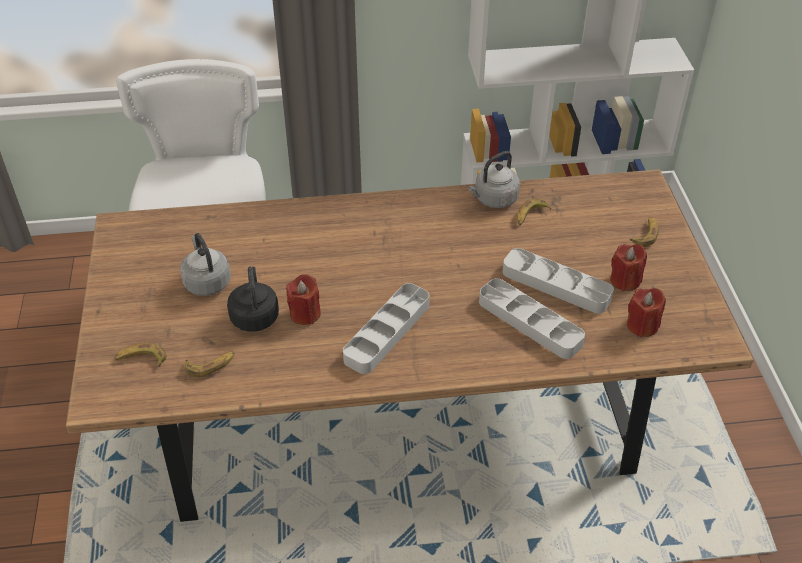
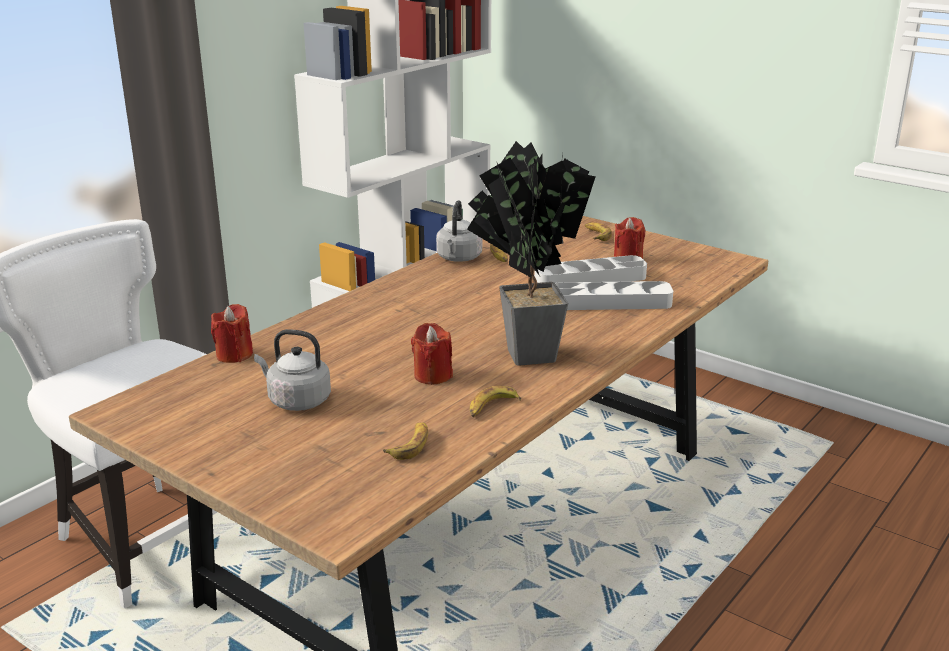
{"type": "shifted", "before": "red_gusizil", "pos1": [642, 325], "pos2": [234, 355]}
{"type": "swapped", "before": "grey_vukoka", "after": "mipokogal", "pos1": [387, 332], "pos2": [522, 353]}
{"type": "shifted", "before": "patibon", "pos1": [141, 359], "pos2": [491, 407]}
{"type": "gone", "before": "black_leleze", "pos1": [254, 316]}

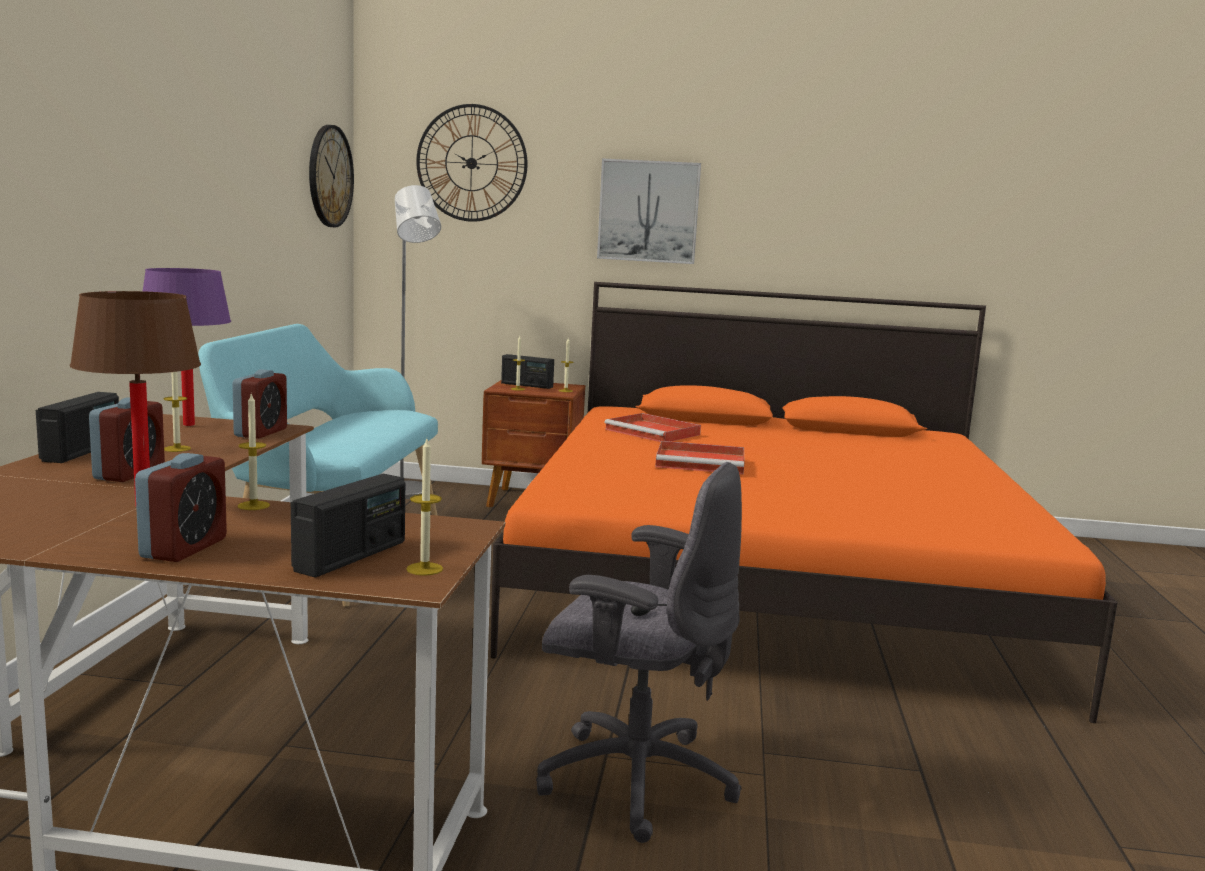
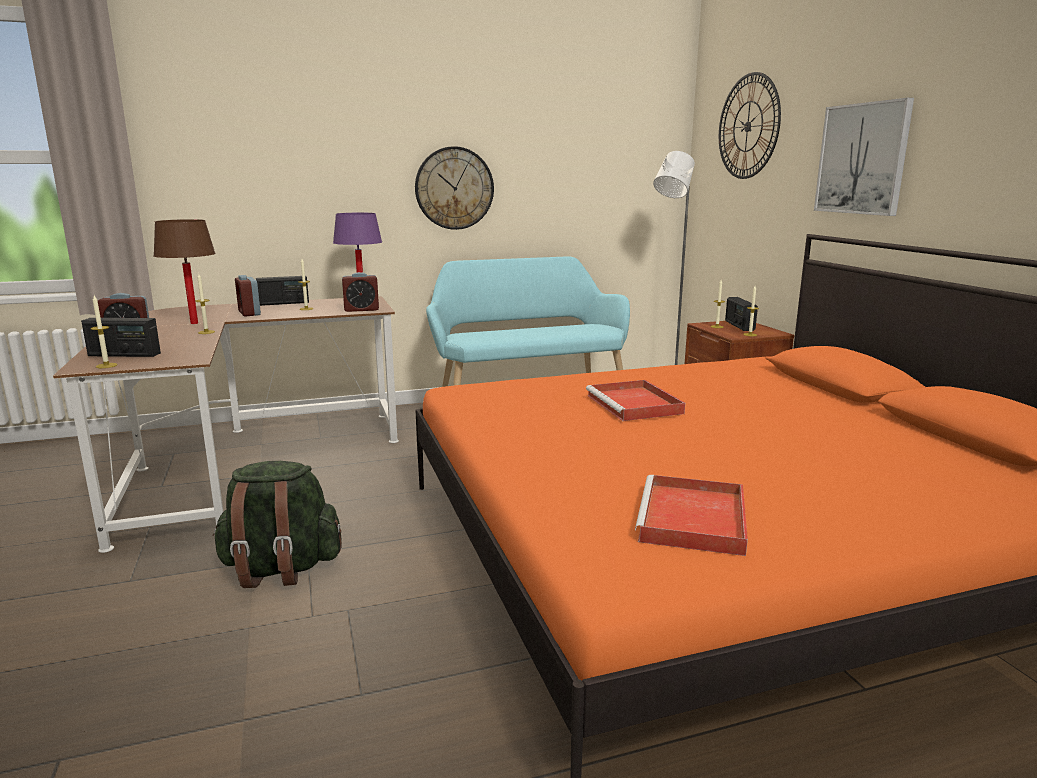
{"type": "swapped", "before": "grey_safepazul", "after": "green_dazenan", "pos1": [634, 779], "pos2": [281, 569]}
{"type": "rotated", "before": "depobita", "pos1": [129, 473], "pos2": [249, 313], "turn": 75}
{"type": "shifted", "before": "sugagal", "pos1": [329, 176], "pos2": [454, 188]}
{"type": "shifted", "before": "red_vukoka", "pos1": [654, 432], "pos2": [693, 520]}

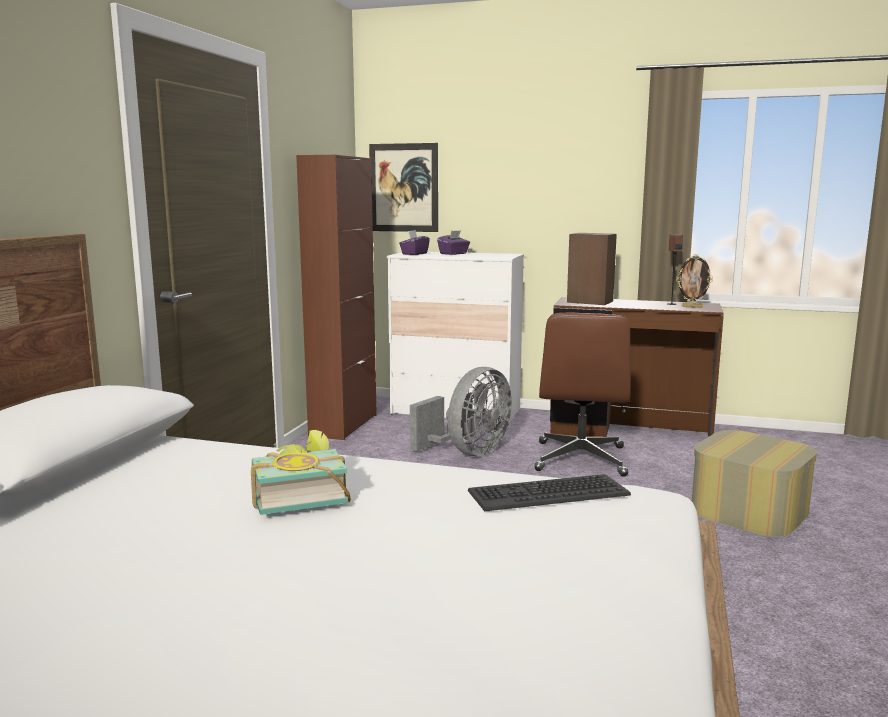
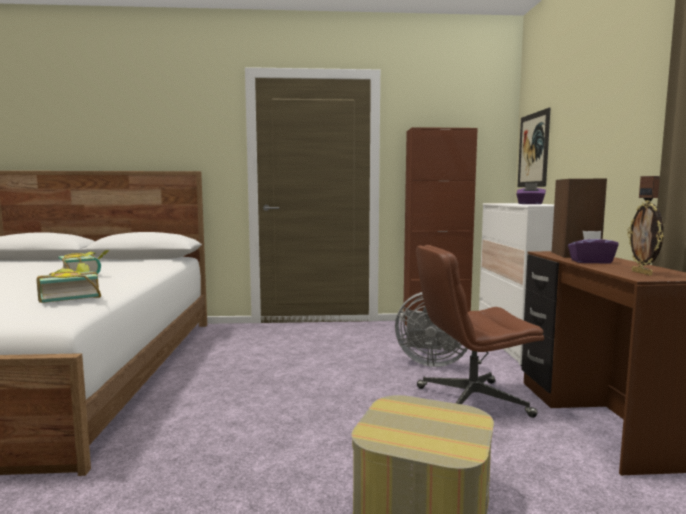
{"type": "swapped", "before": "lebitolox", "after": "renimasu", "pos1": [548, 493], "pos2": [69, 298]}
{"type": "shifted", "before": "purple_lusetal", "pos1": [414, 254], "pos2": [590, 262]}

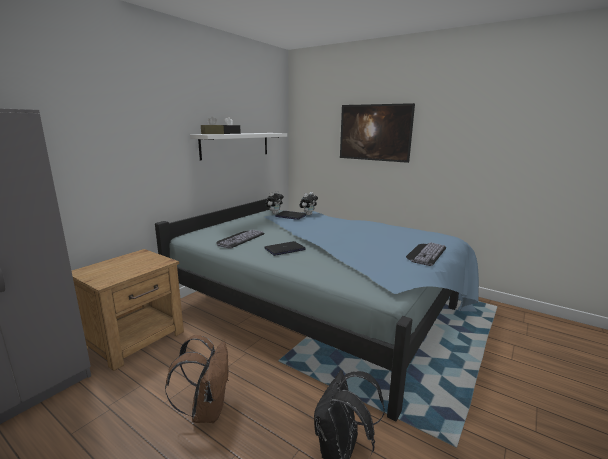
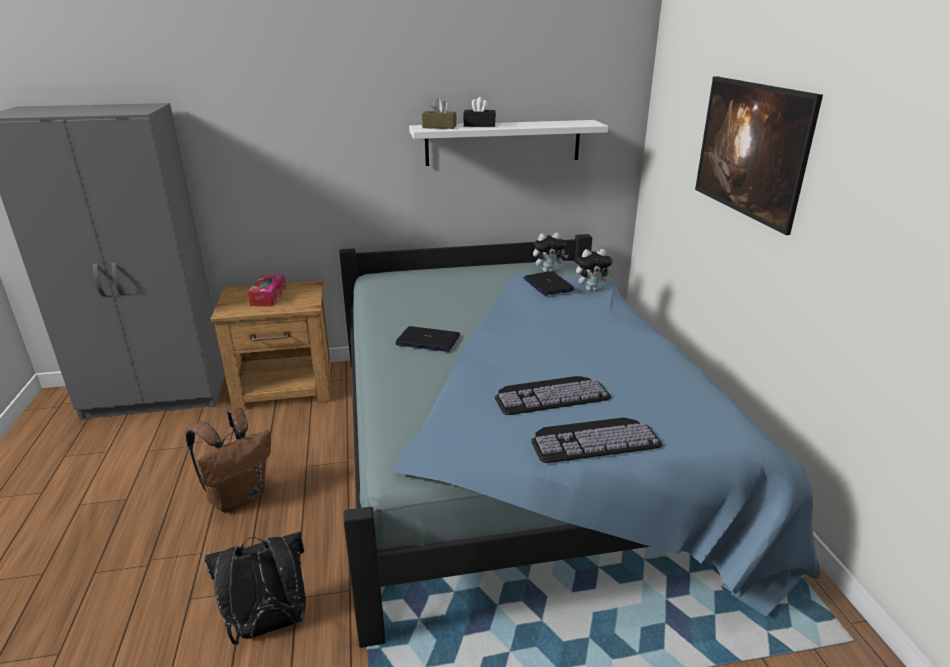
{"type": "new", "after": "lusetal", "pos2": [268, 297]}
{"type": "shifted", "before": "lebitolox", "pos1": [239, 238], "pos2": [551, 394]}

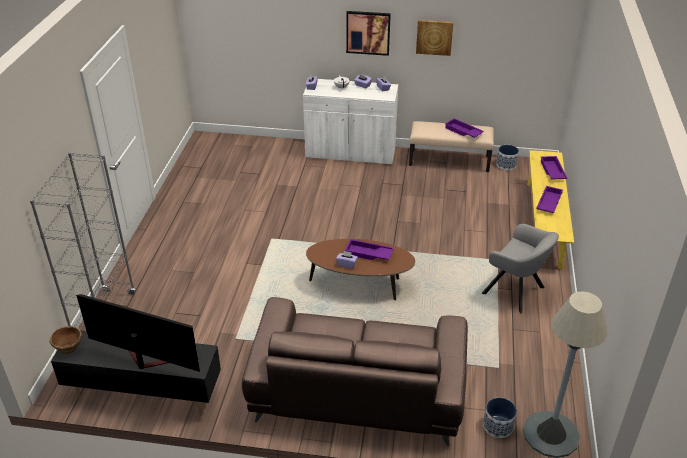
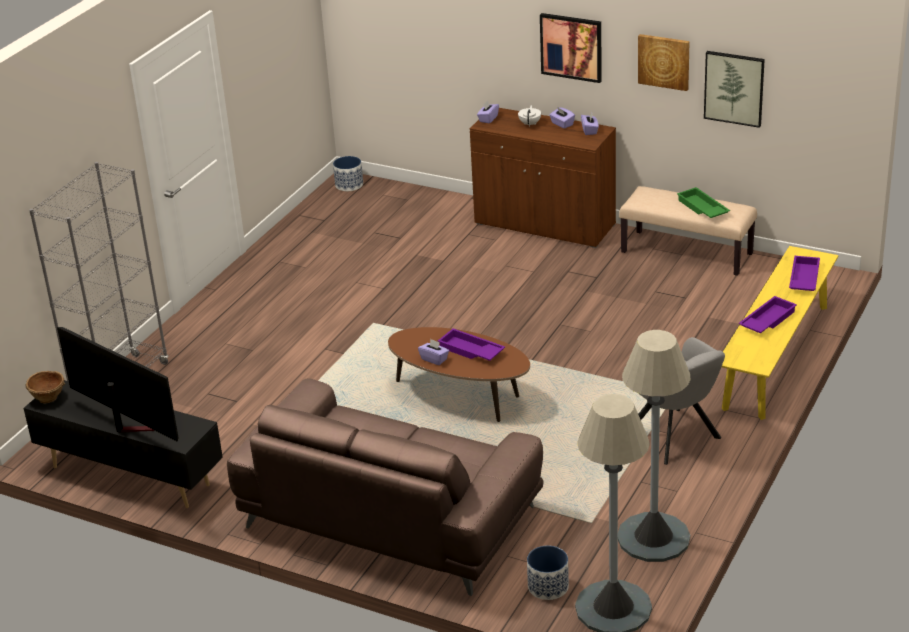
{"type": "shifted", "before": "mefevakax", "pos1": [506, 165], "pos2": [349, 185]}
{"type": "repainted", "before": "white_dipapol", "after": "brown_dipapol", "pos1": [350, 153], "pos2": [544, 225]}
{"type": "new", "after": "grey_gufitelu", "pos2": [653, 538]}
{"type": "repainted", "before": "purple_vukoka", "after": "green_vukoka", "pos1": [463, 131], "pos2": [701, 208]}
{"type": "new", "after": "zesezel", "pos2": [734, 88]}

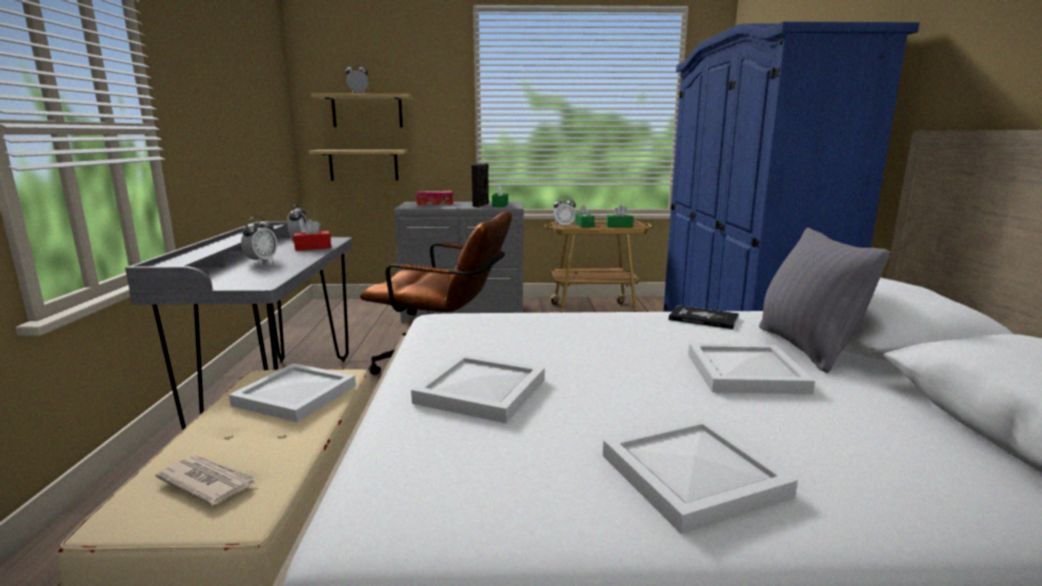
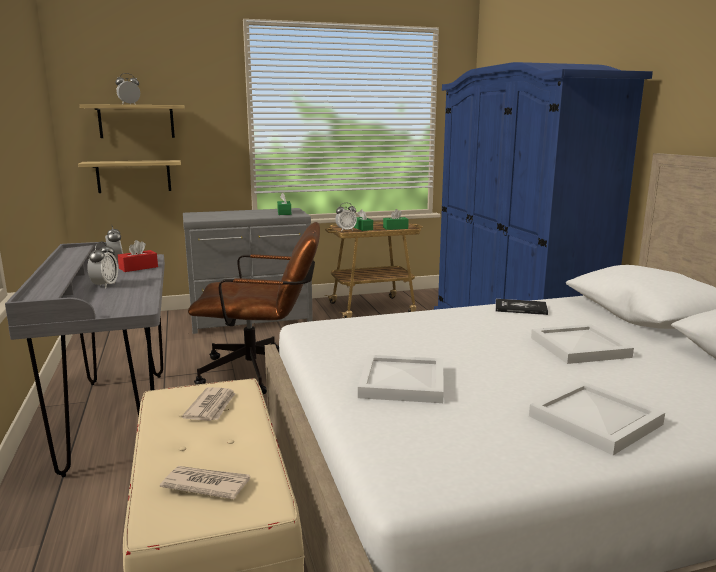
{"type": "swapped", "before": "white_vukoka", "after": "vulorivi", "pos1": [295, 394], "pos2": [212, 407]}
{"type": "gone", "before": "lusetal", "pos1": [435, 203]}
{"type": "gone", "before": "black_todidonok", "pos1": [481, 205]}
{"type": "gone", "before": "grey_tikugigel", "pos1": [806, 348]}

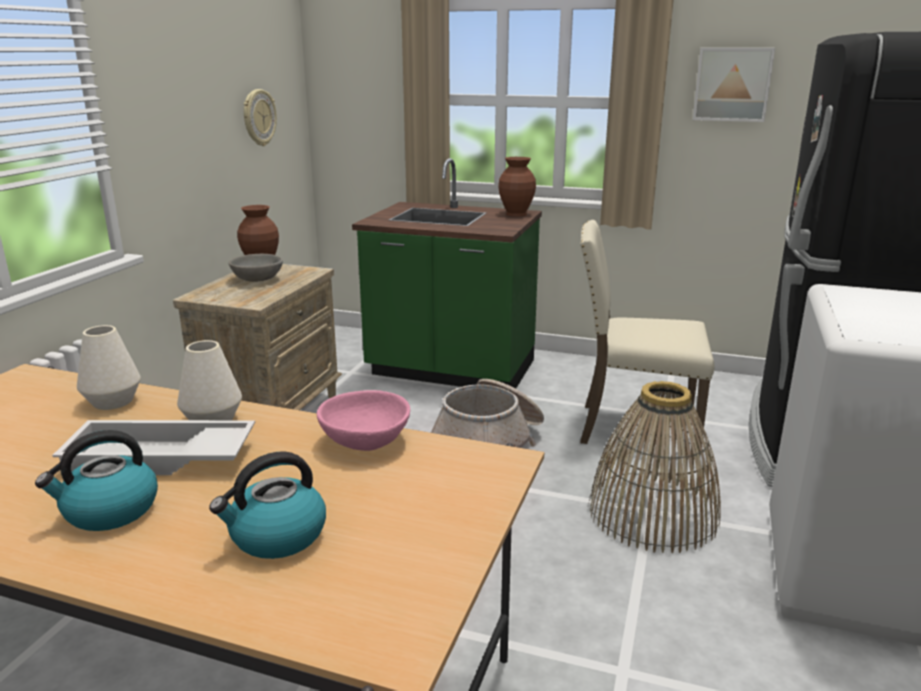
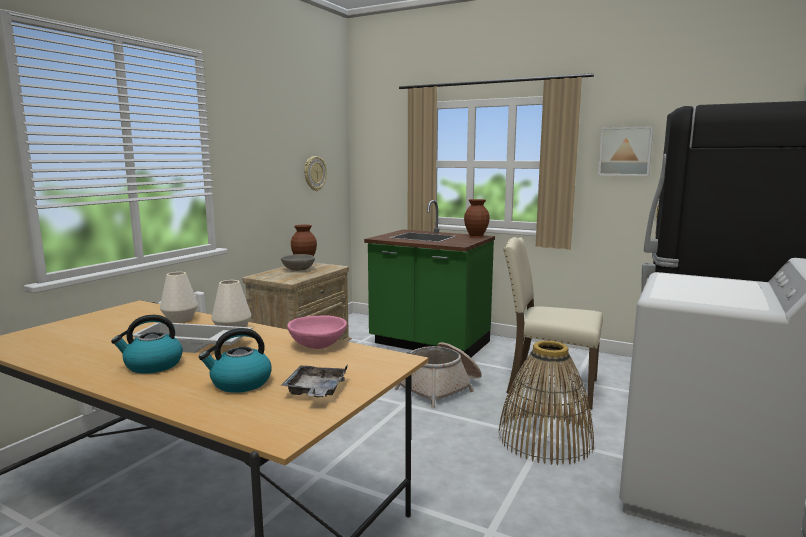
{"type": "new", "after": "grey_vukoka", "pos2": [315, 391]}

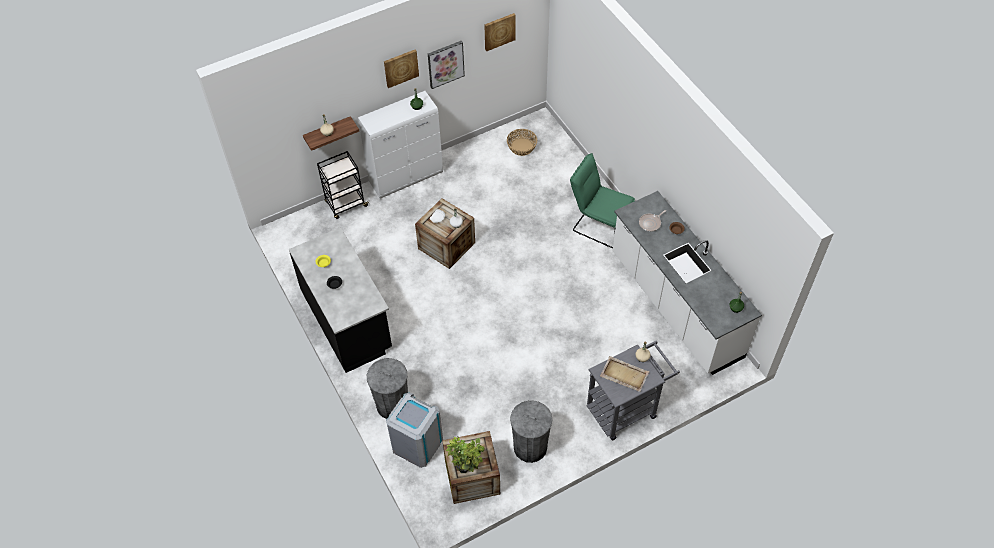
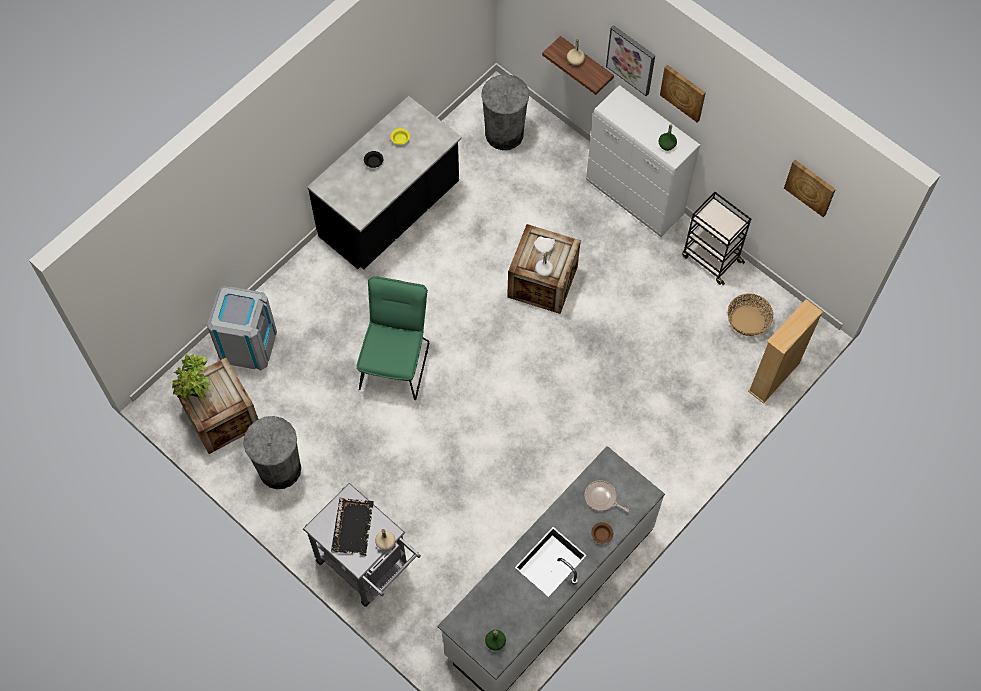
{"type": "repainted", "before": "beige_vukoka", "after": "black_vukoka", "pos1": [624, 374], "pos2": [353, 526]}
{"type": "shifted", "before": "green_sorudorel", "pos1": [598, 224], "pos2": [396, 360]}
{"type": "shifted", "before": "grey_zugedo", "pos1": [392, 405], "pos2": [504, 134]}
{"type": "shifted", "before": "zesezel", "pos1": [445, 64], "pos2": [631, 59]}
{"type": "shifted", "before": "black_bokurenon", "pos1": [346, 204], "pos2": [710, 258]}
{"type": "new", "after": "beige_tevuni", "pos2": [774, 377]}

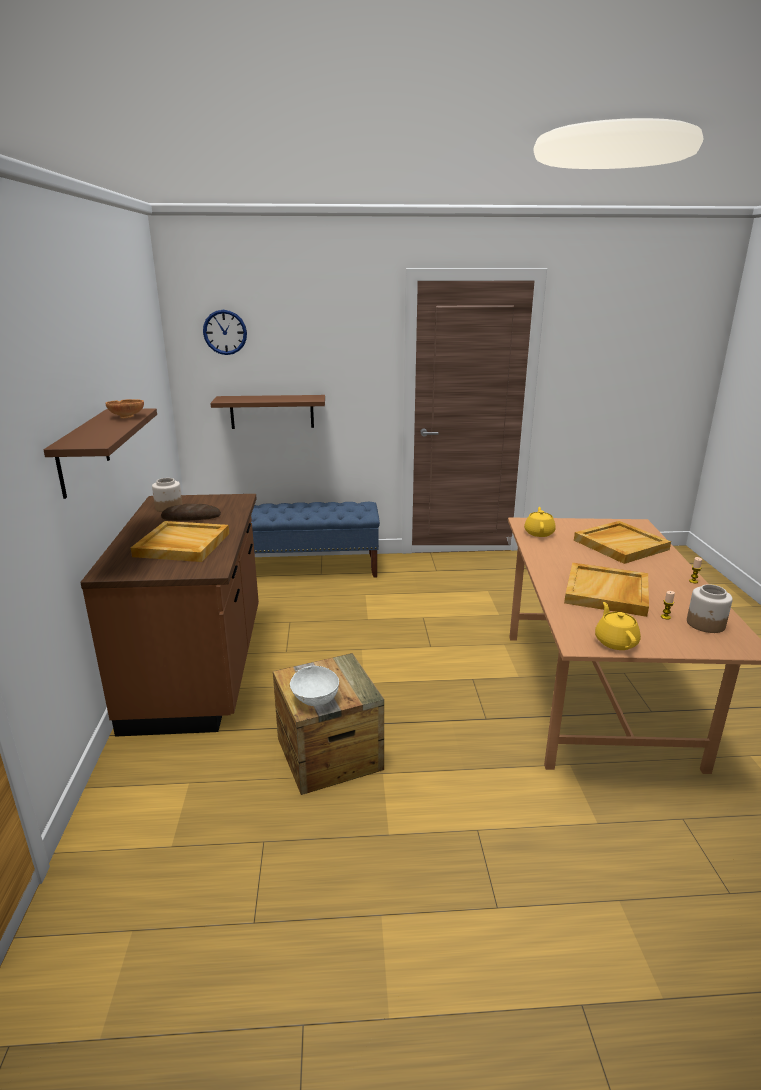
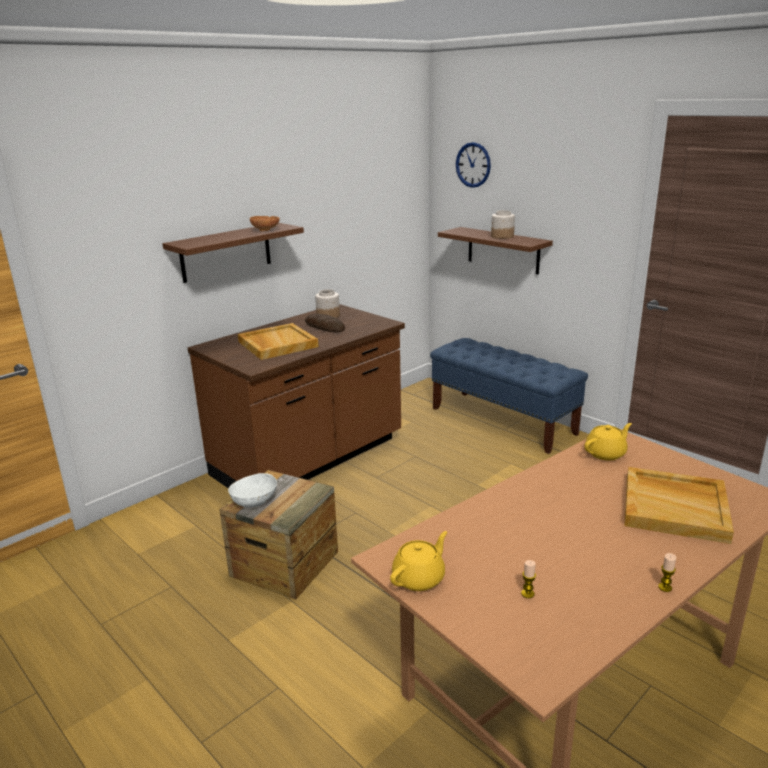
{"type": "shifted", "before": "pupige", "pos1": [706, 624], "pos2": [502, 236]}
{"type": "gone", "before": "beige_vukoka", "pos1": [607, 593]}

